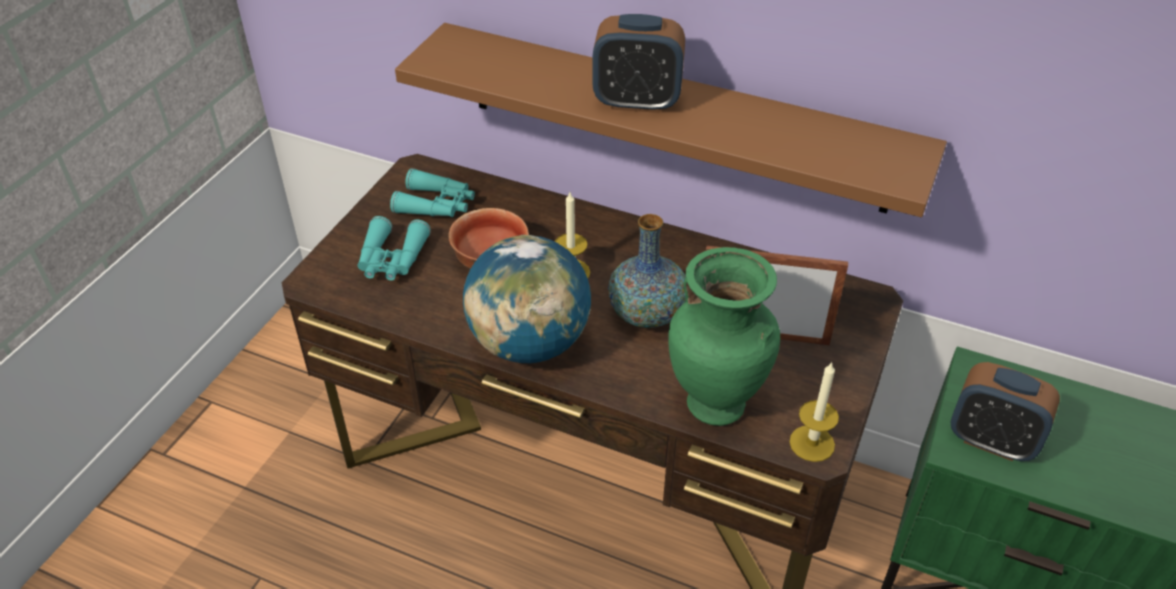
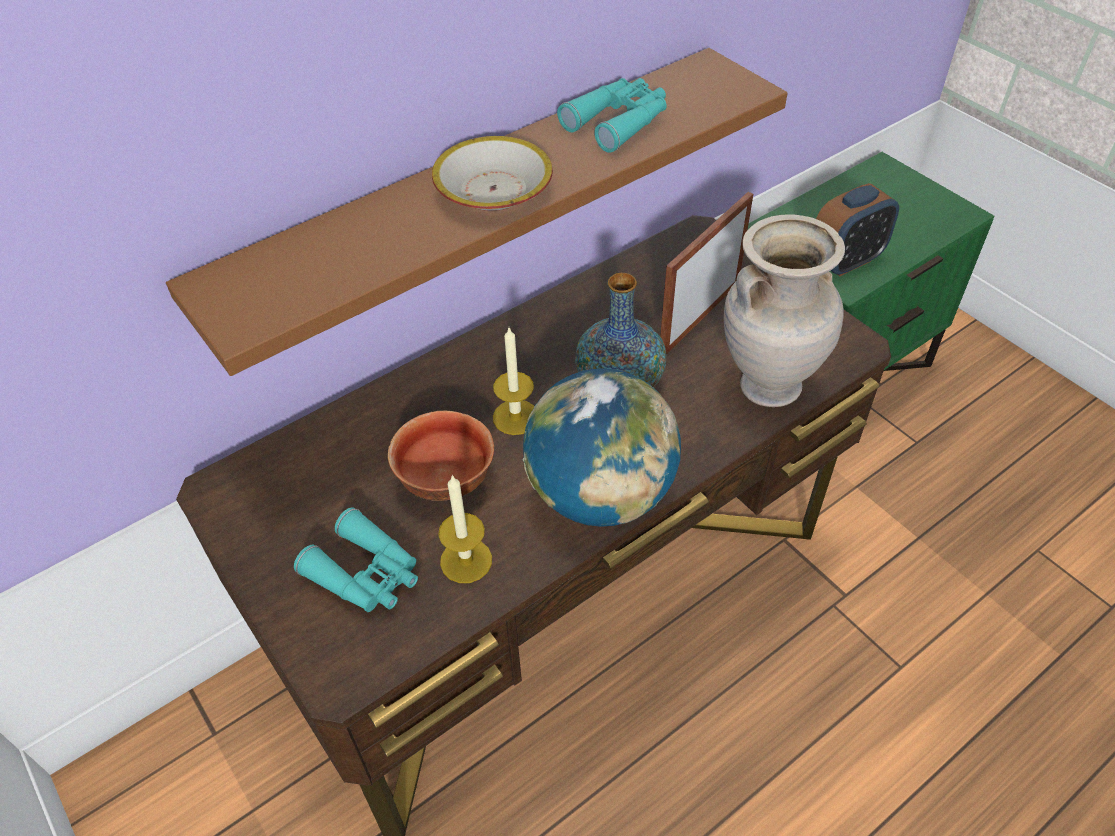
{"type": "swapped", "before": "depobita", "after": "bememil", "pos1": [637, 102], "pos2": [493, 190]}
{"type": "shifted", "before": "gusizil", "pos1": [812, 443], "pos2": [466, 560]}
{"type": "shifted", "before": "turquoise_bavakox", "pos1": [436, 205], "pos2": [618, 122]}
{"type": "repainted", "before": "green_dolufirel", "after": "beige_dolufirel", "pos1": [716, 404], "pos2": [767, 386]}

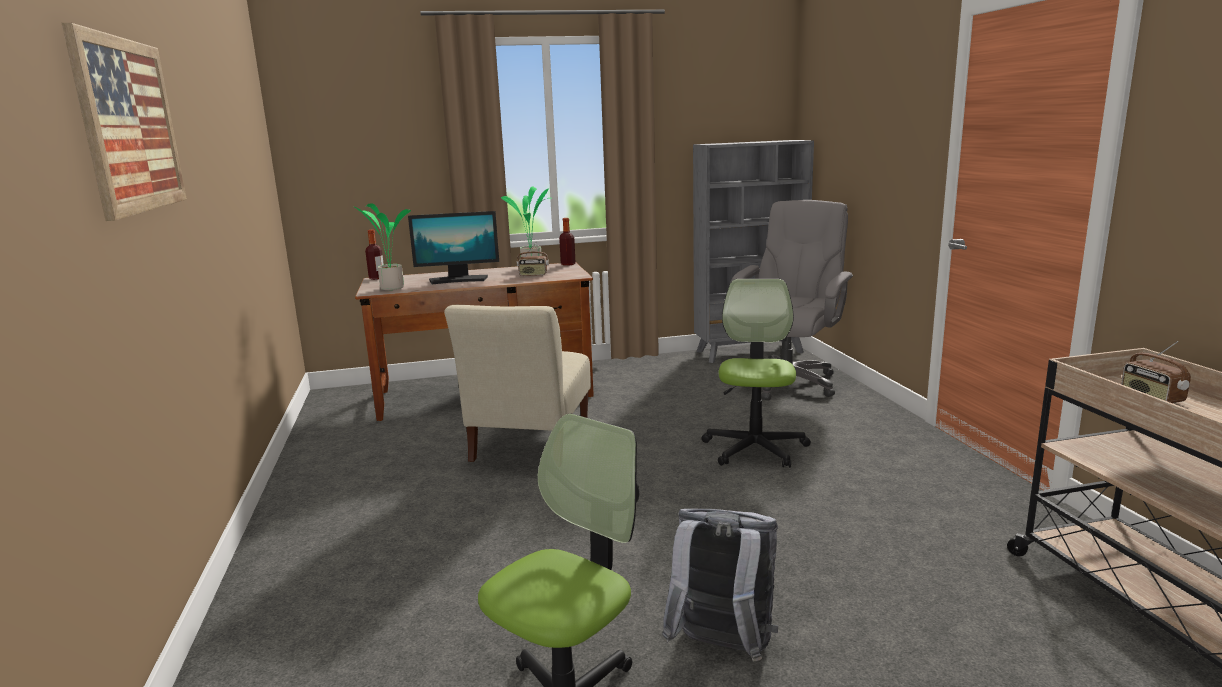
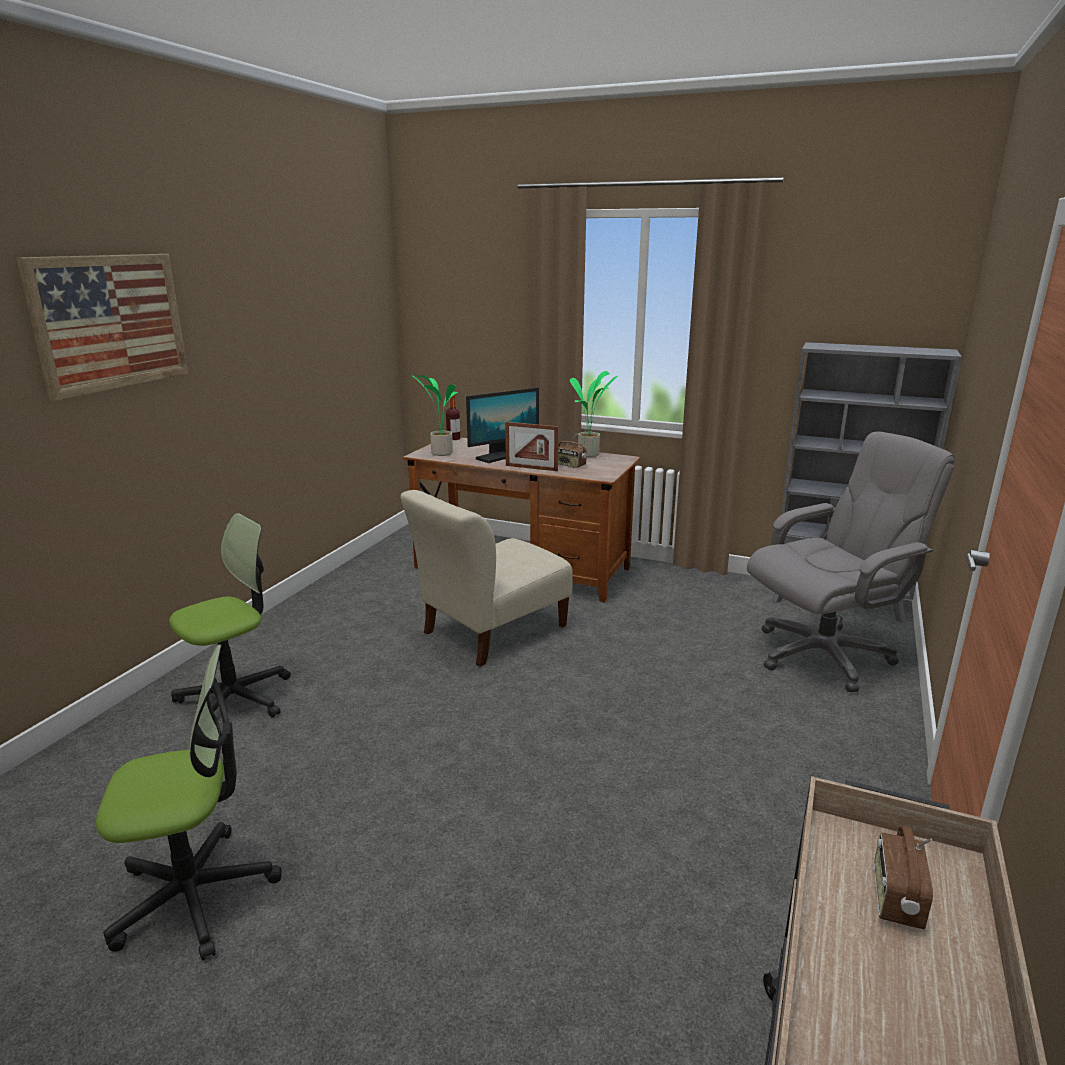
{"type": "shifted", "before": "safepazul", "pos1": [755, 448], "pos2": [235, 698]}
{"type": "rotated", "before": "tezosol", "pos1": [458, 280], "pos2": [503, 456], "turn": -60}
{"type": "new", "after": "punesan", "pos2": [531, 468]}
{"type": "gone", "before": "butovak", "pos1": [568, 264]}
{"type": "gone", "before": "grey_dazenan", "pos1": [721, 649]}

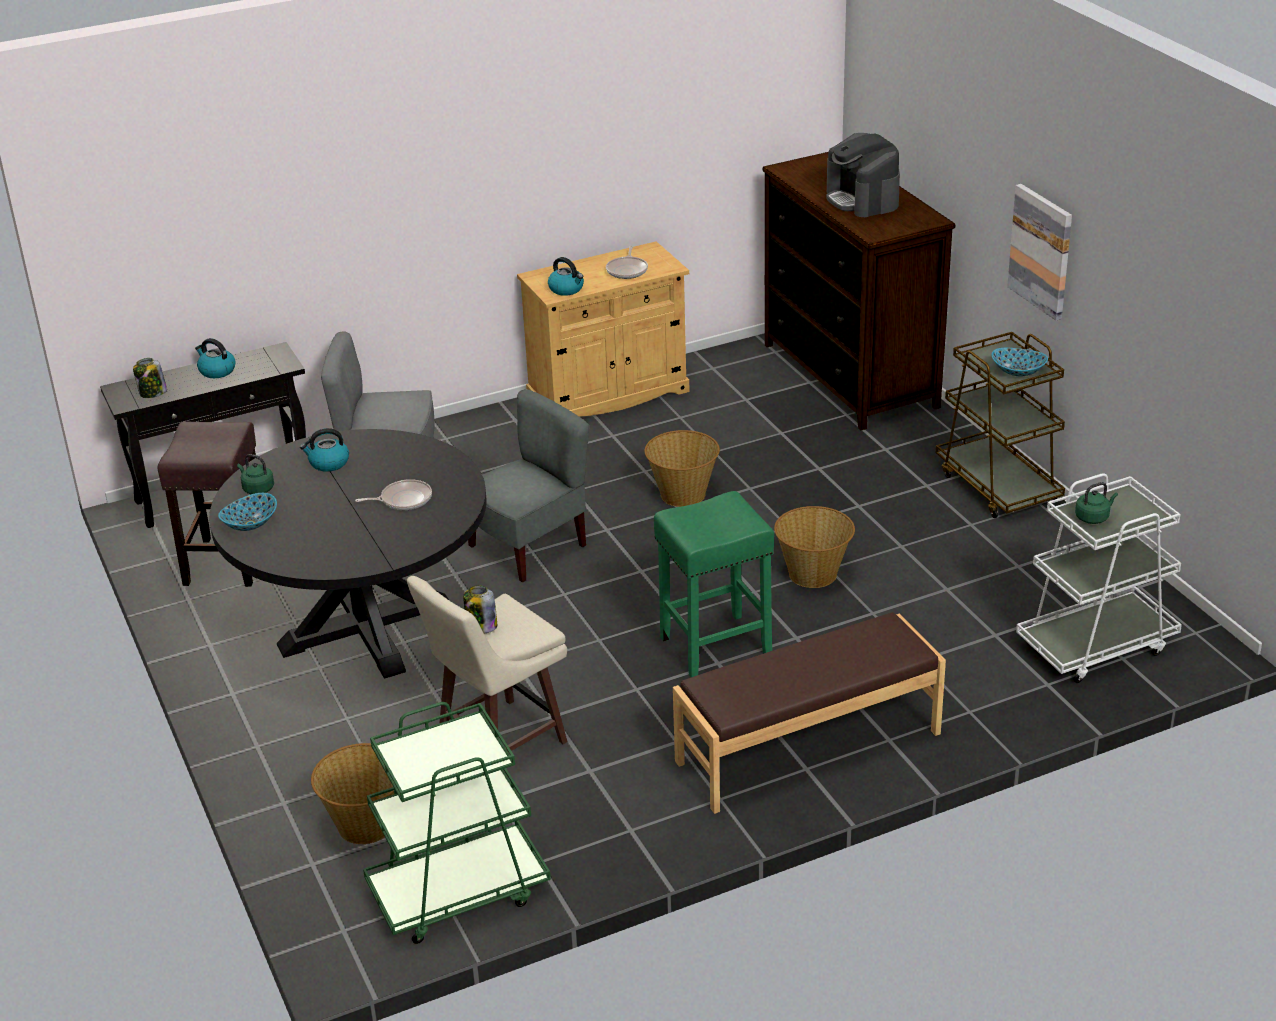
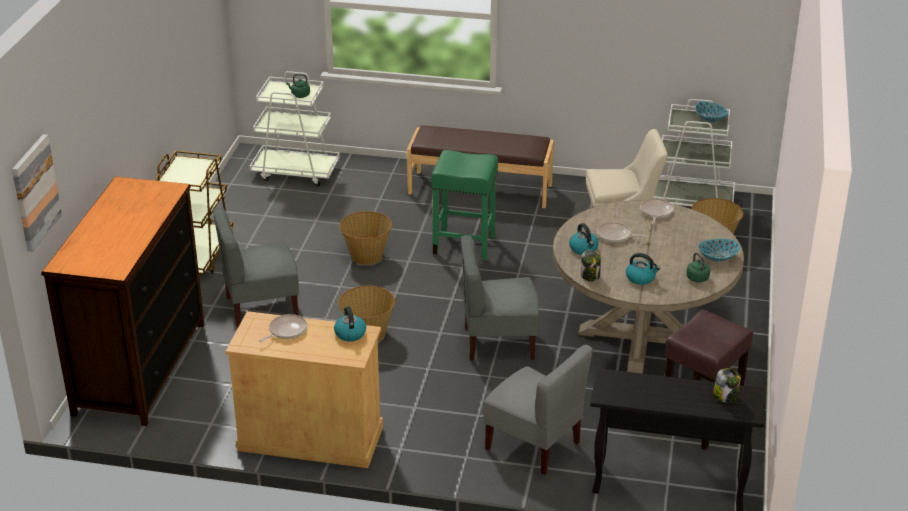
{"type": "shifted", "before": "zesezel", "pos1": [1041, 251], "pos2": [35, 192]}
{"type": "new", "after": "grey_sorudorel", "pos2": [261, 307]}
{"type": "repainted", "before": "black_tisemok", "after": "beige_tisemok", "pos1": [366, 626], "pos2": [640, 337]}
{"type": "shifted", "before": "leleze", "pos1": [216, 371], "pos2": [584, 249]}
{"type": "shifted", "before": "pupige", "pos1": [481, 626], "pos2": [590, 276]}
{"type": "new", "after": "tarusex", "pos2": [656, 212]}
{"type": "repainted", "before": "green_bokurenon", "after": "white_bokurenon", "pos1": [458, 892], "pos2": [691, 202]}
{"type": "shifted", "before": "bememil", "pos1": [1018, 372], "pos2": [710, 119]}
{"type": "gone", "before": "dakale", "pos1": [862, 199]}

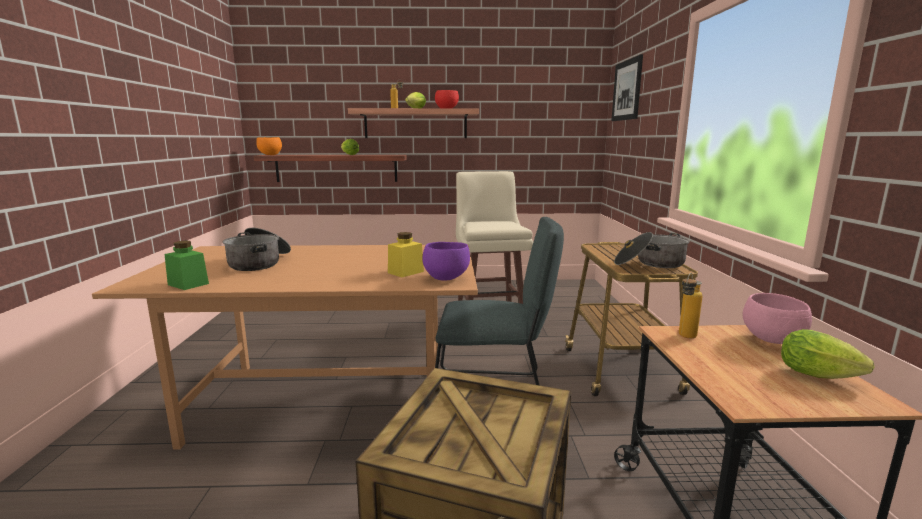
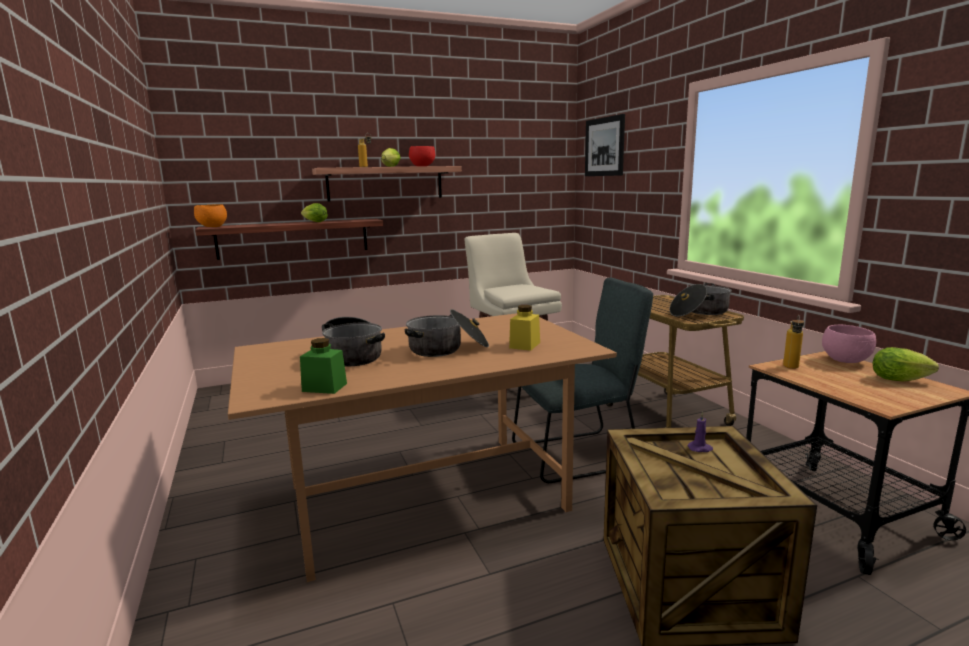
{"type": "new", "after": "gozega", "pos2": [447, 349]}
{"type": "new", "after": "purple_gusizil", "pos2": [700, 448]}
{"type": "gone", "before": "purple_bememil", "pos1": [446, 278]}

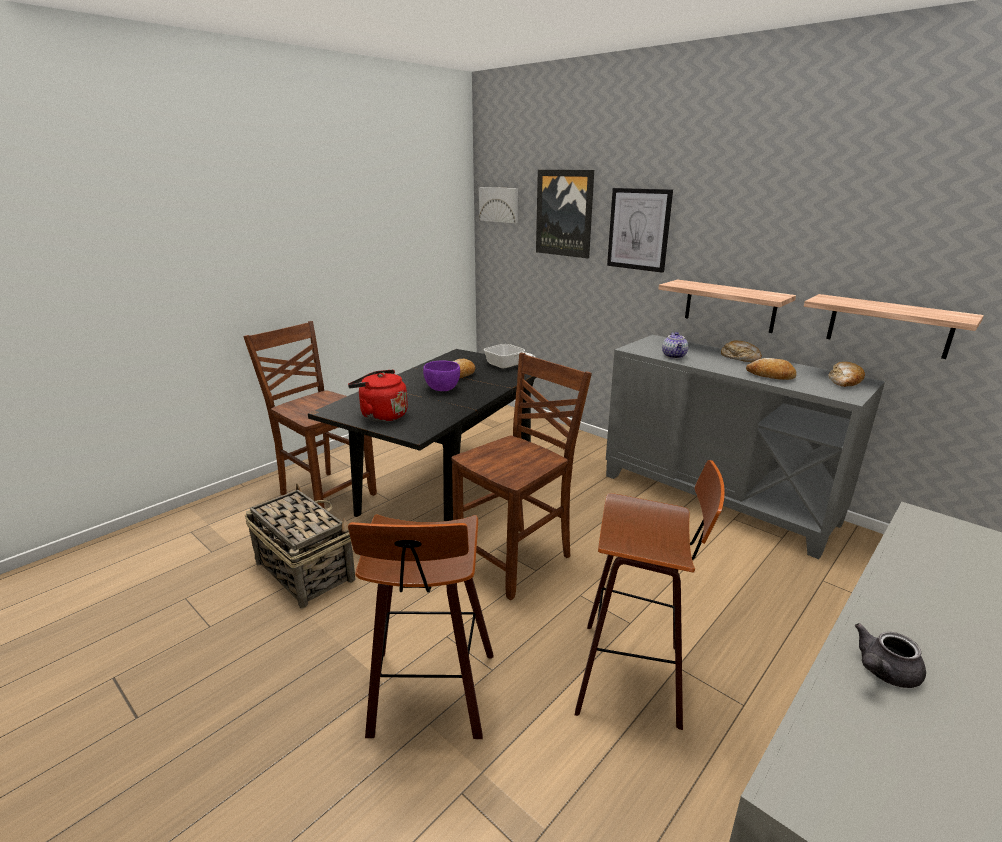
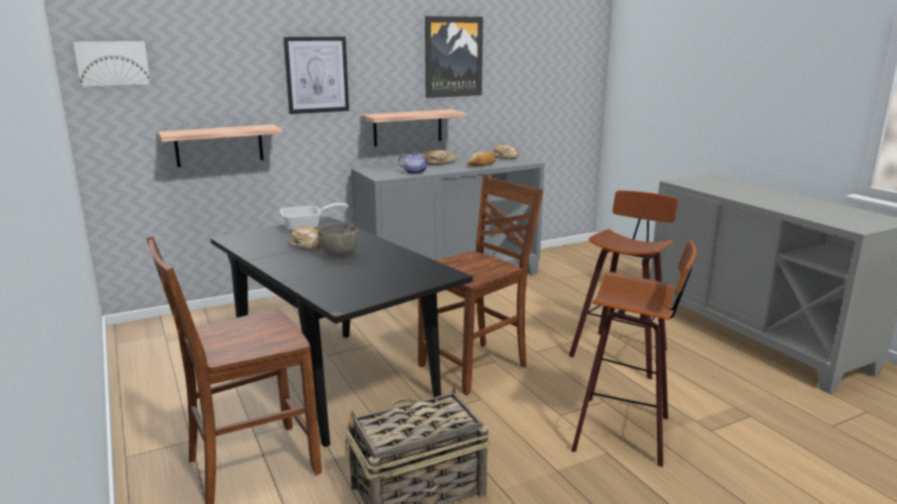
{"type": "shifted", "before": "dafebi", "pos1": [889, 326], "pos2": [219, 145]}
{"type": "repainted", "before": "purple_bememil", "after": "grey_bememil", "pos1": [442, 389], "pos2": [339, 255]}
{"type": "rotated", "before": "brown_sorudorel", "pos1": [517, 560], "pos2": [476, 366], "turn": 75}
{"type": "shifted", "before": "zesezel", "pos1": [564, 213], "pos2": [453, 57]}
{"type": "gone", "before": "red_leleze", "pos1": [381, 415]}
{"type": "gone", "before": "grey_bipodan", "pos1": [883, 672]}

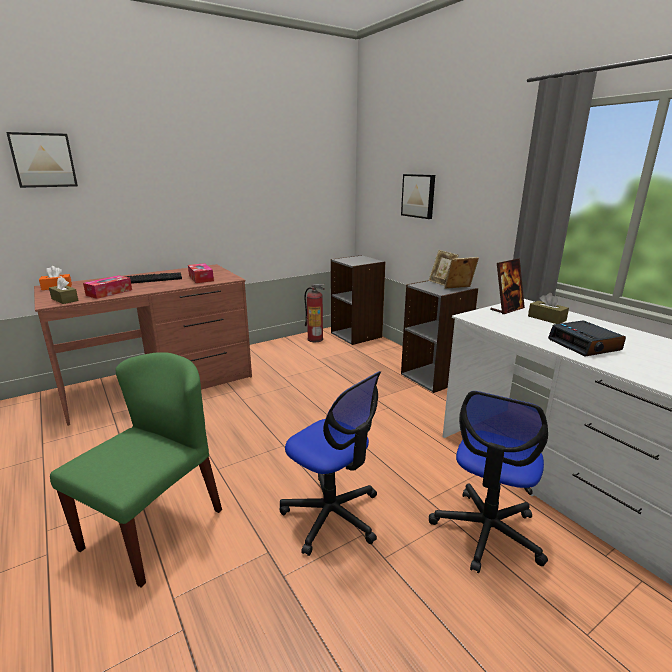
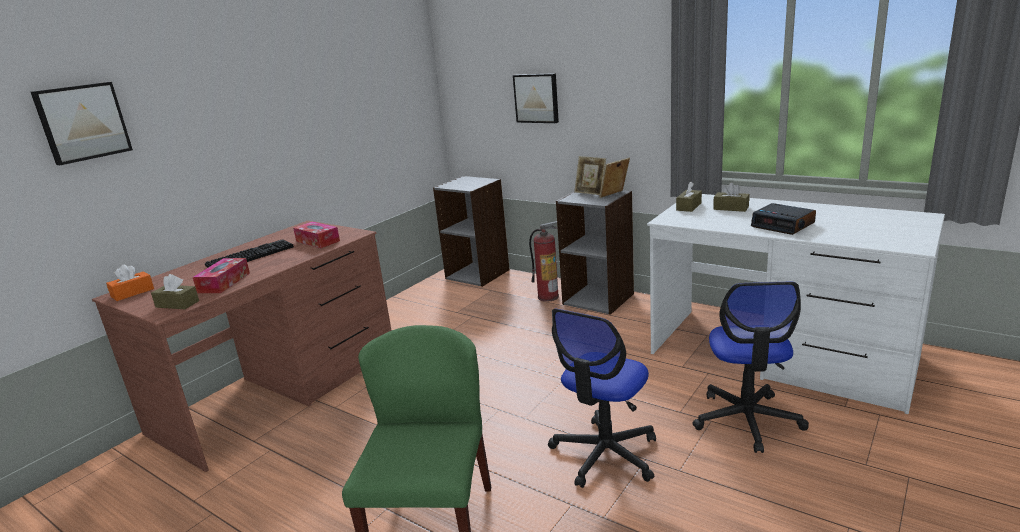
{"type": "shifted", "before": "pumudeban", "pos1": [315, 339], "pos2": [548, 296]}
{"type": "rotated", "before": "safepazul", "pos1": [332, 515], "pos2": [605, 454], "turn": 105}
{"type": "swapped", "before": "punesan", "after": "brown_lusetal", "pos1": [507, 309], "pos2": [689, 206]}

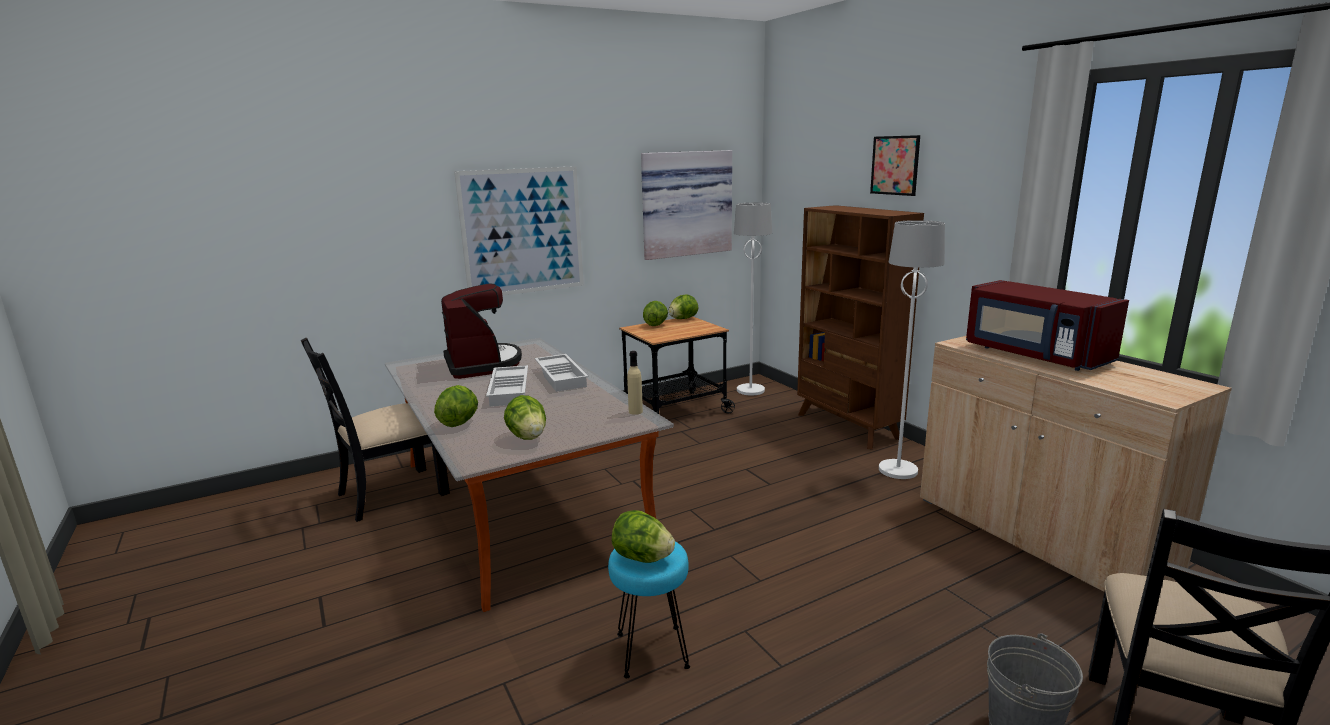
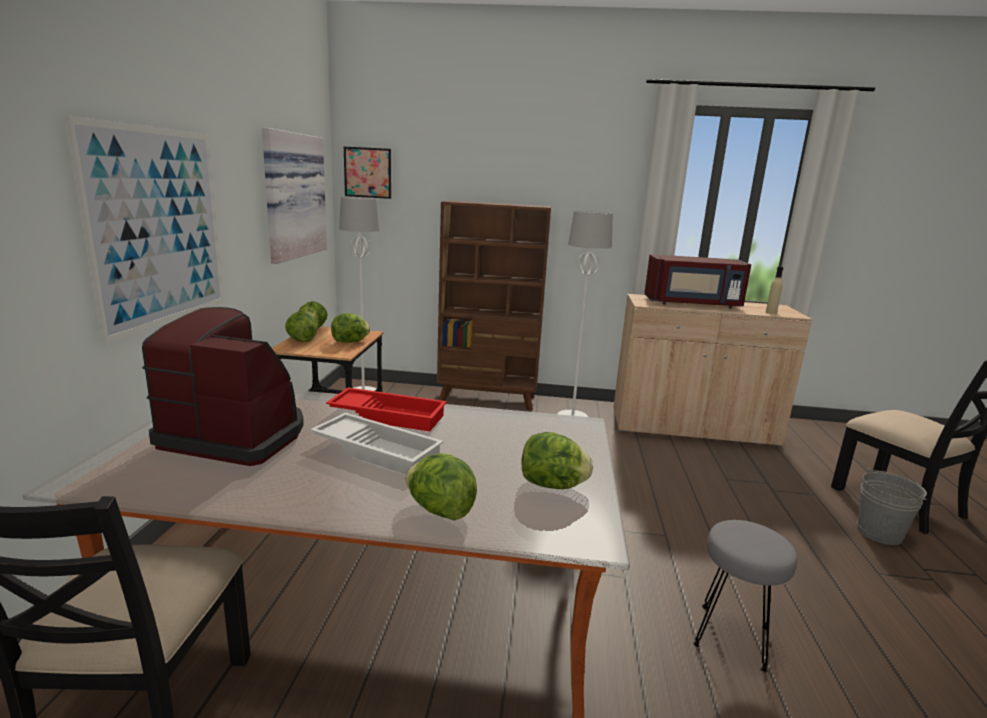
{"type": "repainted", "before": "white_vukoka", "after": "red_vukoka", "pos1": [562, 377], "pos2": [389, 415]}
{"type": "shifted", "before": "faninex", "pos1": [642, 558], "pos2": [350, 342]}
{"type": "shifted", "before": "zesezel", "pos1": [895, 165], "pos2": [368, 172]}
{"type": "repainted", "before": "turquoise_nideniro", "after": "grey_nideniro", "pos1": [651, 651], "pos2": [731, 637]}
{"type": "shifted", "before": "beige_butovak", "pos1": [635, 411], "pos2": [771, 312]}

